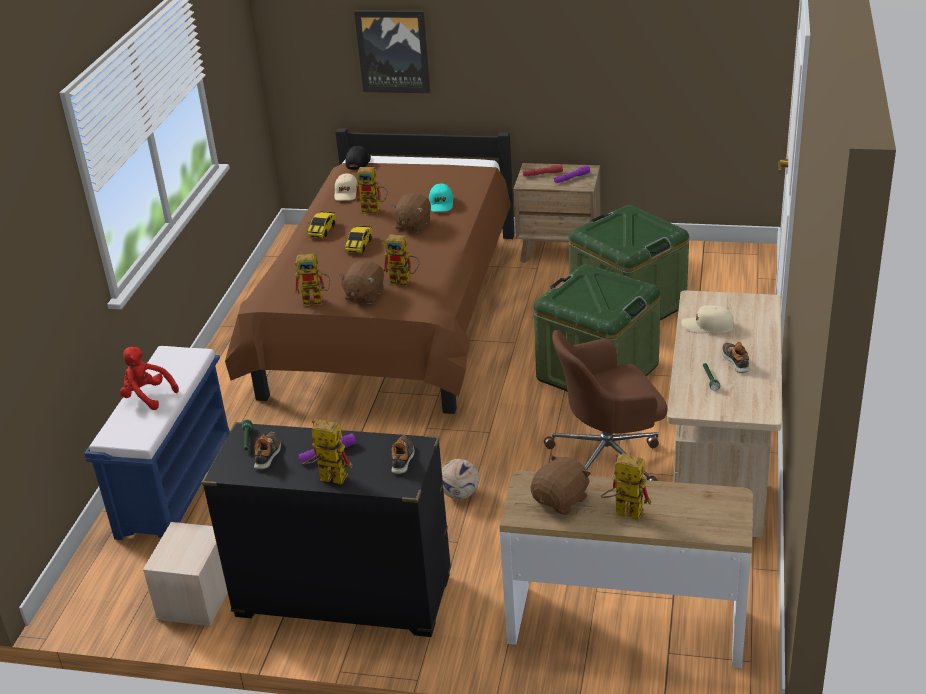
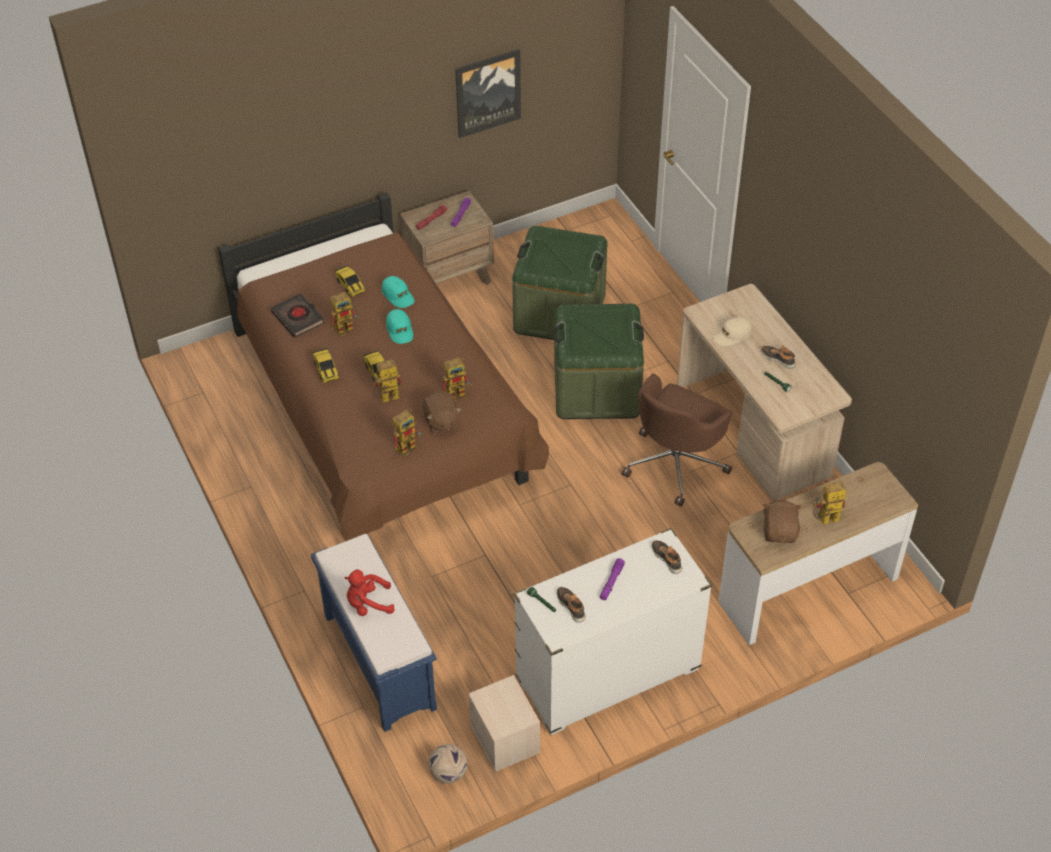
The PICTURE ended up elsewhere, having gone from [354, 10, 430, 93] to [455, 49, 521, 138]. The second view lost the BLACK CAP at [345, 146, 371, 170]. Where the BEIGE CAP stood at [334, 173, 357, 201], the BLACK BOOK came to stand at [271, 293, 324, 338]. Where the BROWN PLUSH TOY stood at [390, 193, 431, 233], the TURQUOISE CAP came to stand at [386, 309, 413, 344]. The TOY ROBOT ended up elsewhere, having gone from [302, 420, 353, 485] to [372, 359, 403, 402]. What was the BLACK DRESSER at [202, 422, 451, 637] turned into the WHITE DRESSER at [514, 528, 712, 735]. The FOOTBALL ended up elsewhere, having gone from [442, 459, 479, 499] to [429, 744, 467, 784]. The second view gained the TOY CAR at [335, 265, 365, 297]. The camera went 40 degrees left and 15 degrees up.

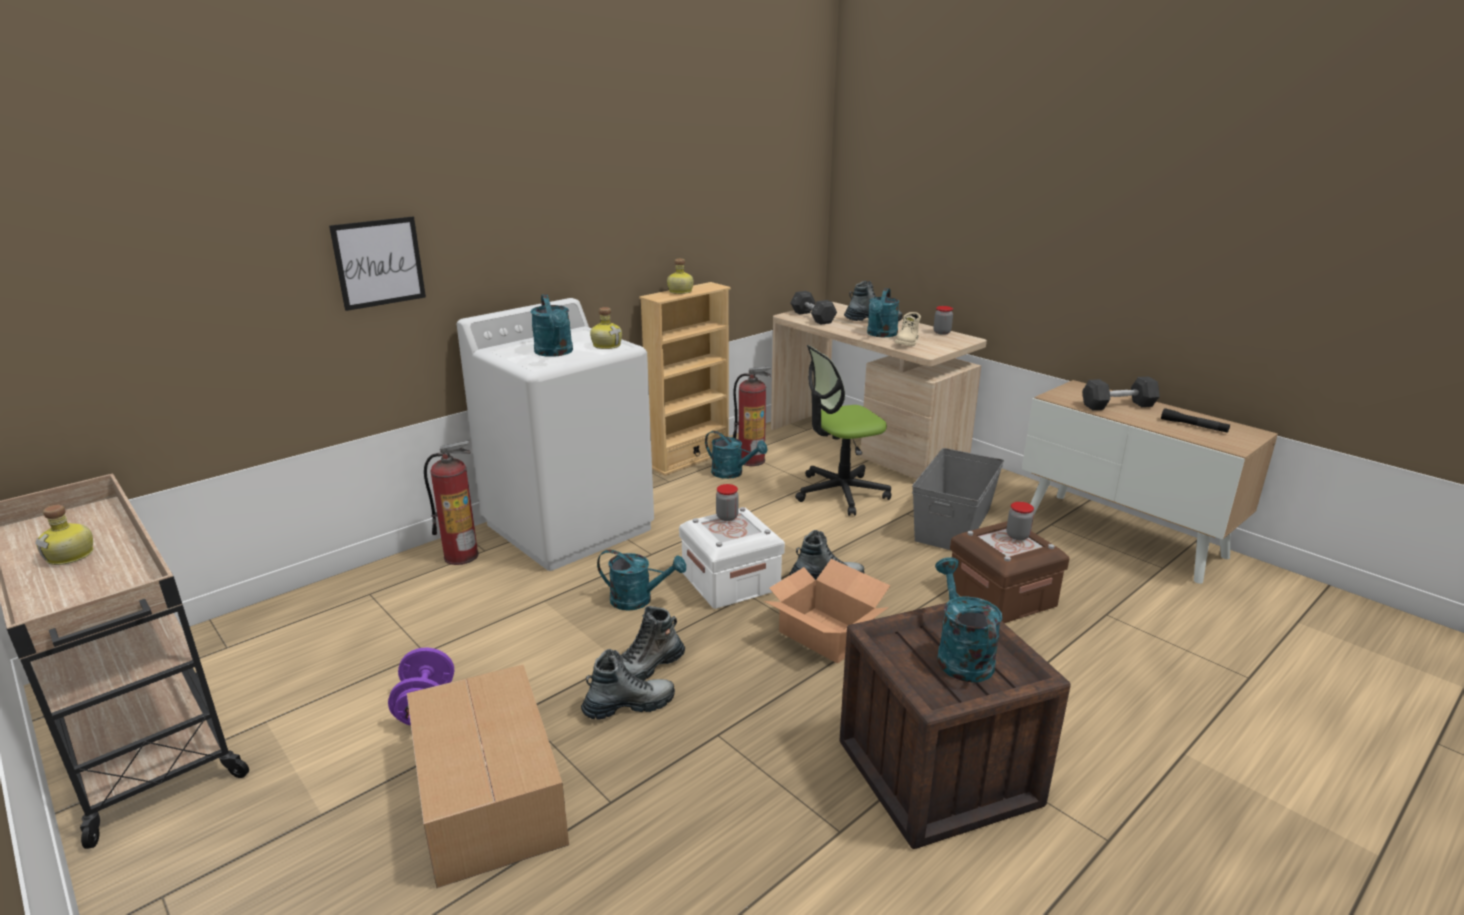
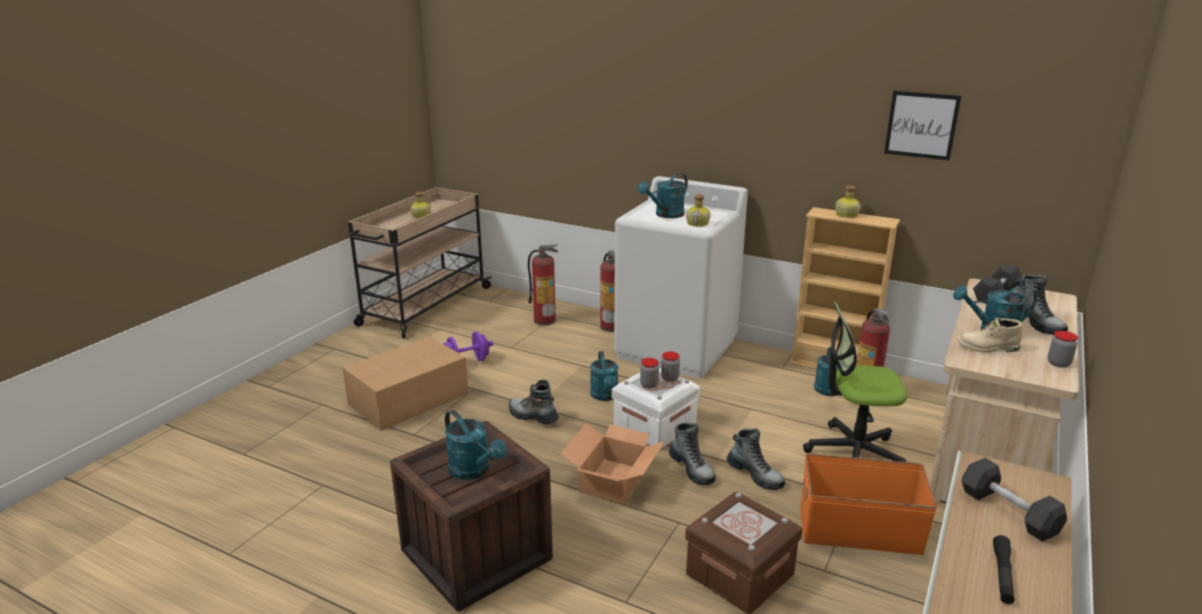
The PICTURE ended up elsewhere, having gone from [329, 216, 426, 311] to [884, 91, 961, 160]. The OFFICE CHAIR at [795, 345, 891, 516] ended up facing another way, 45 degrees counterclockwise from before. What was the GREY STORAGE BOX at [912, 448, 1004, 550] turned into the ORANGE STORAGE BOX at [800, 454, 937, 555]. The JAR ended up elsewhere, having gone from [1006, 502, 1034, 540] to [640, 358, 659, 388]. The TURQUOISE WATERING CAN at [935, 557, 1002, 683] ended up facing another way, 75 degrees clockwise from before. The BOOT ended up elsewhere, having gone from [581, 649, 675, 720] to [727, 428, 785, 490]. The second view gained the FIRE EXTINGUISHER at [528, 244, 558, 326]. The camera went 70 degrees right and 0 degrees up.

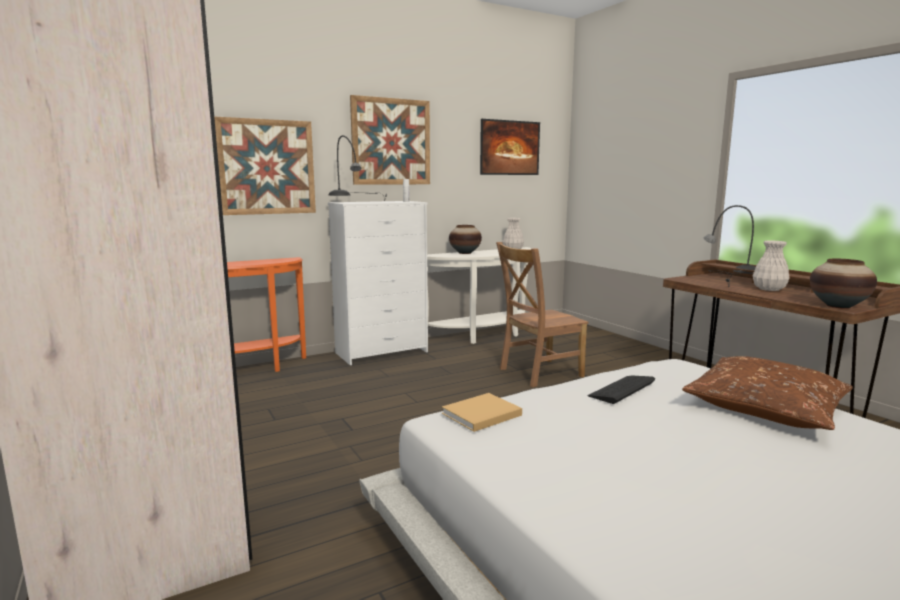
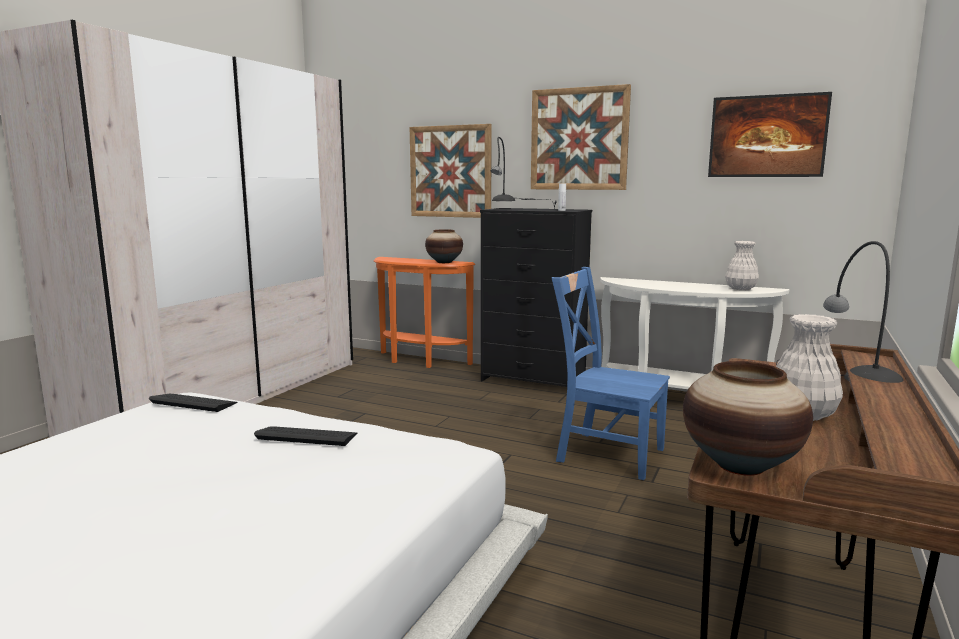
What was the WHITE DRESSER at [328, 201, 428, 365] turned into the BLACK DRESSER at [480, 208, 592, 387]. The VASE ended up elsewhere, having gone from [449, 225, 482, 254] to [425, 229, 463, 263]. What was the BROWN CHAIR at [496, 242, 588, 387] turned into the BLUE CHAIR at [552, 267, 670, 480]. The second view lost the BROWN PILLOW at [682, 356, 853, 430]. Where the BEIGE BOOK stood at [442, 393, 522, 432], the KEYBOARD came to stand at [149, 394, 237, 412]. The camera went 55 degrees right and 0 degrees up.

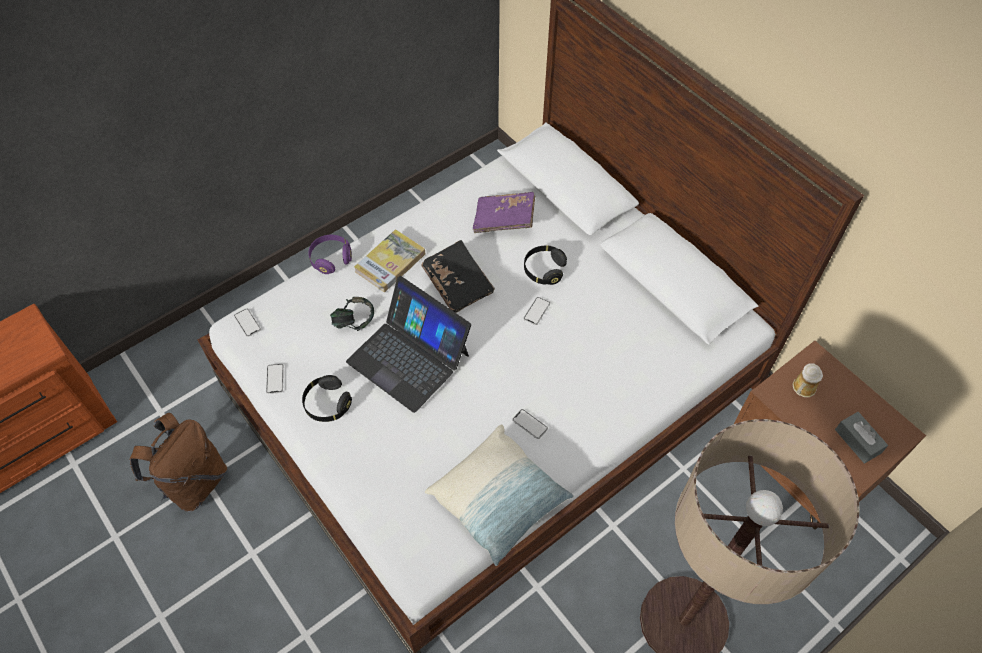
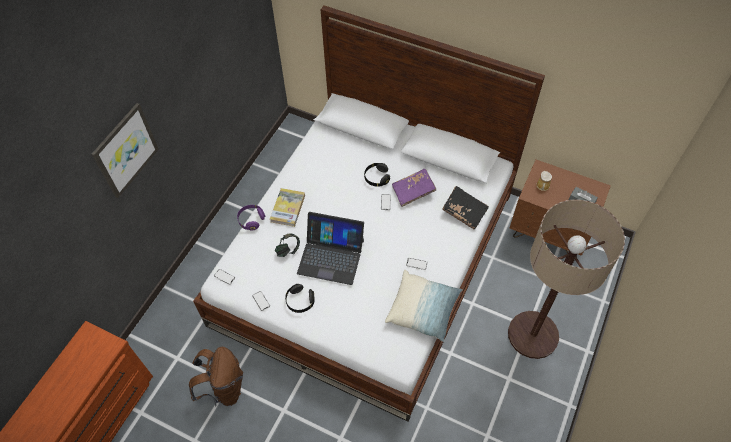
The PURPLE BOOK ended up elsewhere, having gone from [473, 192, 535, 233] to [392, 169, 436, 207]. The BLACK BOOK ended up elsewhere, having gone from [421, 240, 495, 313] to [442, 186, 489, 229]. The second view gained the PICTURE at [92, 103, 159, 198]. The camera went 25 degrees left and 0 degrees up.

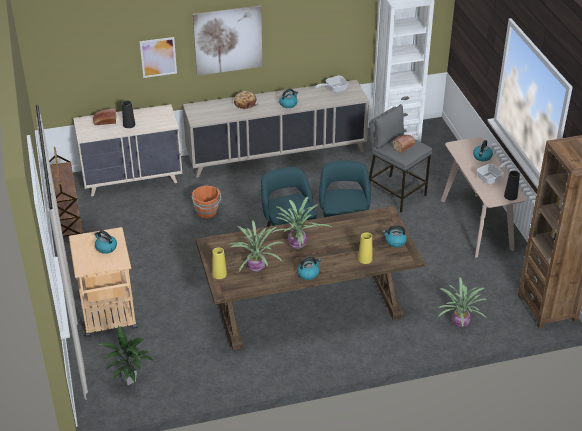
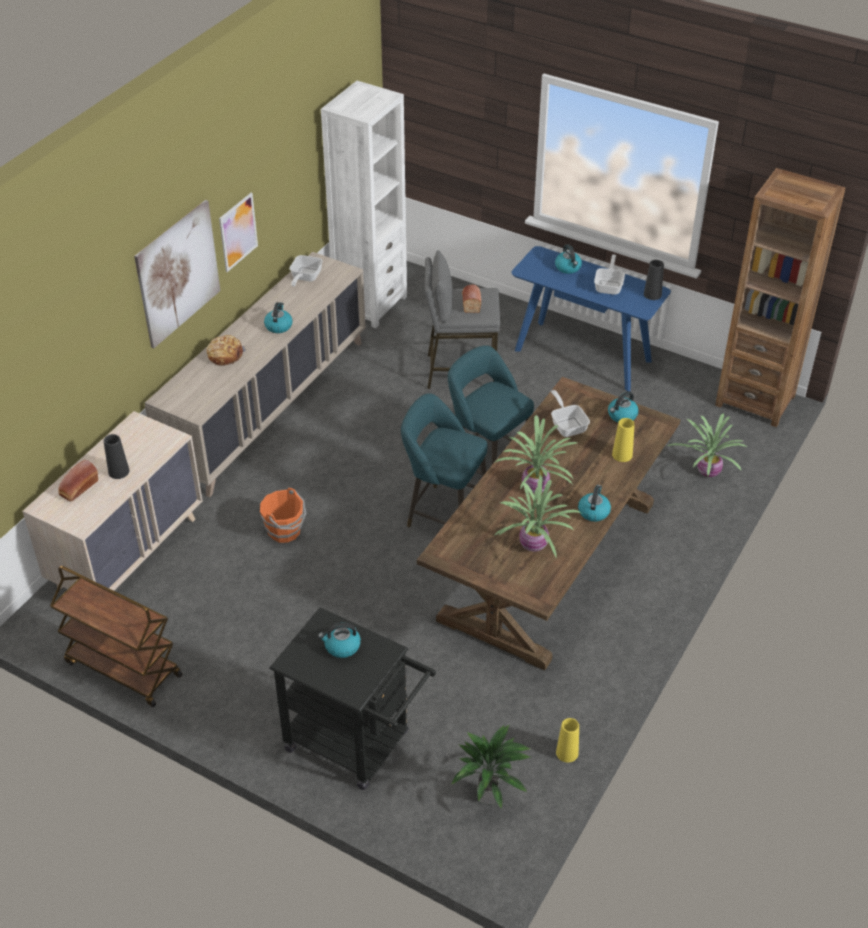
The PICTURE ended up elsewhere, having gone from [140, 37, 177, 78] to [219, 193, 258, 272]. What was the BEIGE CONSOLE TABLE at [441, 137, 526, 258] turned into the BLUE CONSOLE TABLE at [511, 246, 671, 391]. What was the BEIGE CART at [69, 227, 138, 337] turned into the BLACK CART at [269, 607, 436, 790]. The YELLOW VASE ended up elsewhere, having gone from [212, 247, 227, 279] to [556, 718, 579, 763]. The second view gained the FRYING PAN at [551, 390, 590, 437]. The camera went 45 degrees left and 5 degrees up.

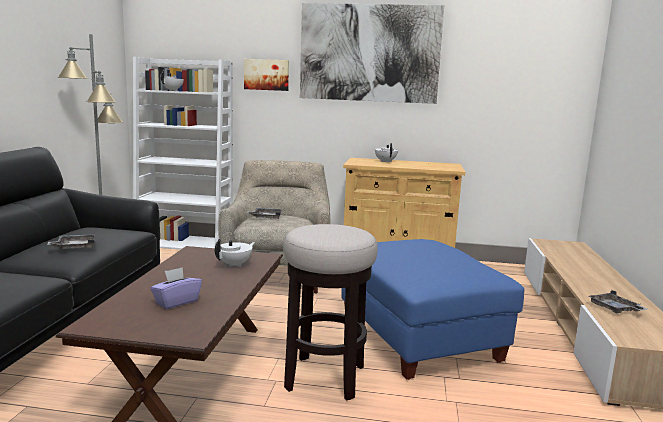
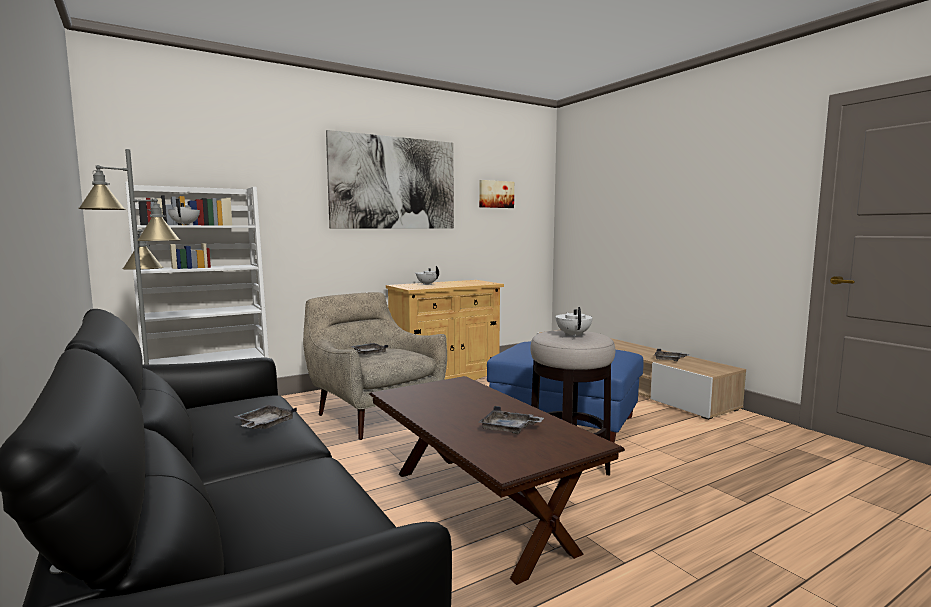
The PICTURE ended up elsewhere, having gone from [244, 59, 289, 91] to [479, 180, 514, 208]. The WHITE TEAPOT ended up elsewhere, having gone from [215, 239, 255, 267] to [556, 307, 593, 337]. Where the PURPLE TISSUE BOX stood at [151, 267, 202, 309], the GREY TRAY came to stand at [479, 406, 544, 434]. The camera went 40 degrees left and 5 degrees down.

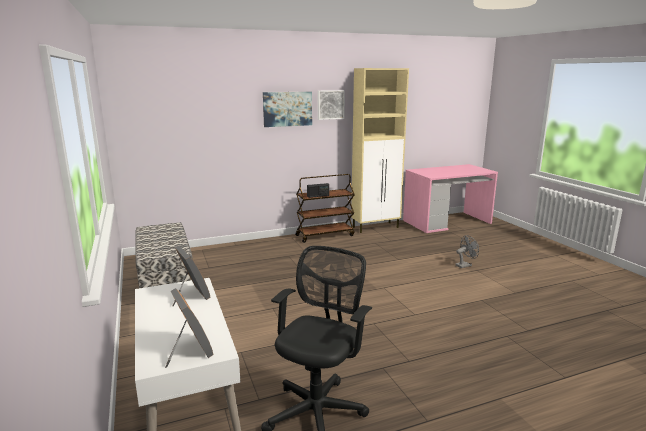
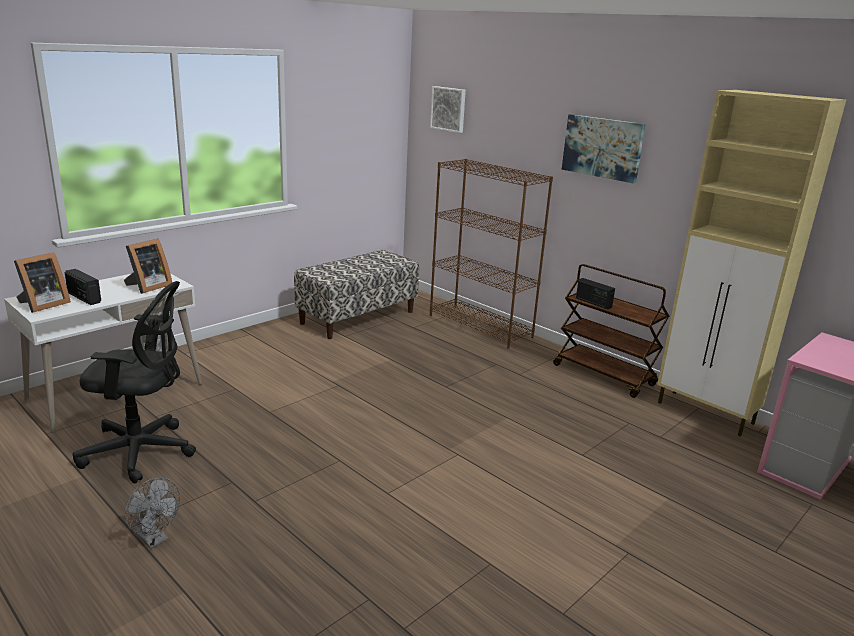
The PICTURE ended up elsewhere, having gone from [318, 90, 345, 120] to [430, 86, 466, 133]. The GREY FAN ended up elsewhere, having gone from [455, 235, 479, 268] to [125, 478, 180, 549]. The second view gained the BROWN BOOKCASE at [430, 159, 553, 349]. The second view gained the RADIO at [65, 269, 101, 305]. The camera went 65 degrees right and 5 degrees up.

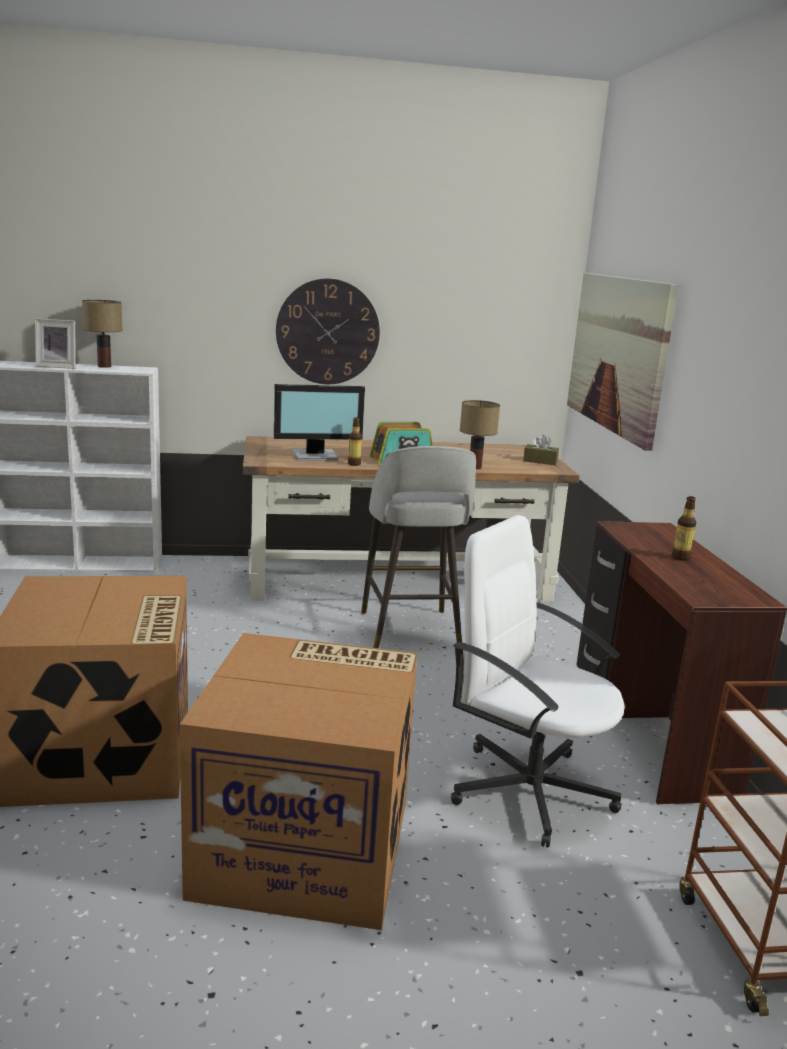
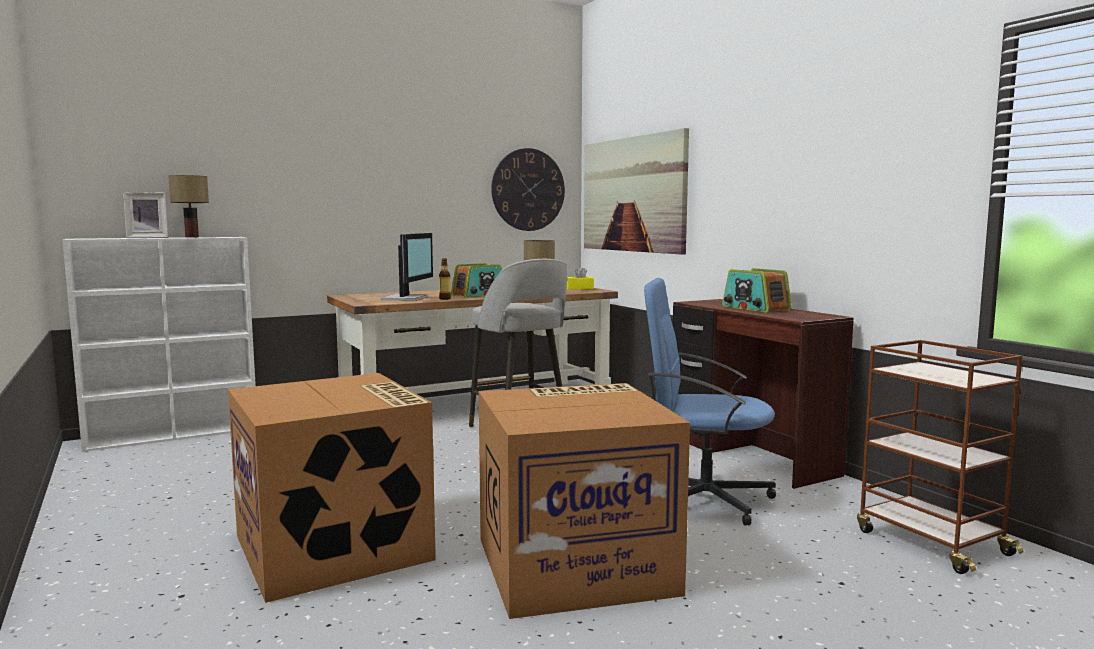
The WALL CLOCK ended up elsewhere, having gone from [276, 279, 380, 384] to [491, 148, 565, 231]. The MONITOR at [274, 384, 365, 461] ended up facing another way, 45 degrees counterclockwise from before. What was the BROWN TISSUE BOX at [523, 435, 559, 465] turned into the YELLOW TISSUE BOX at [567, 267, 594, 290]. Where the BOTTLE stood at [672, 496, 696, 561], the RADIO came to stand at [722, 268, 792, 312]. What was the WHITE OFFICE CHAIR at [451, 515, 625, 848] turned into the BLUE OFFICE CHAIR at [644, 278, 776, 526]. The camera went 20 degrees left and 10 degrees down.

